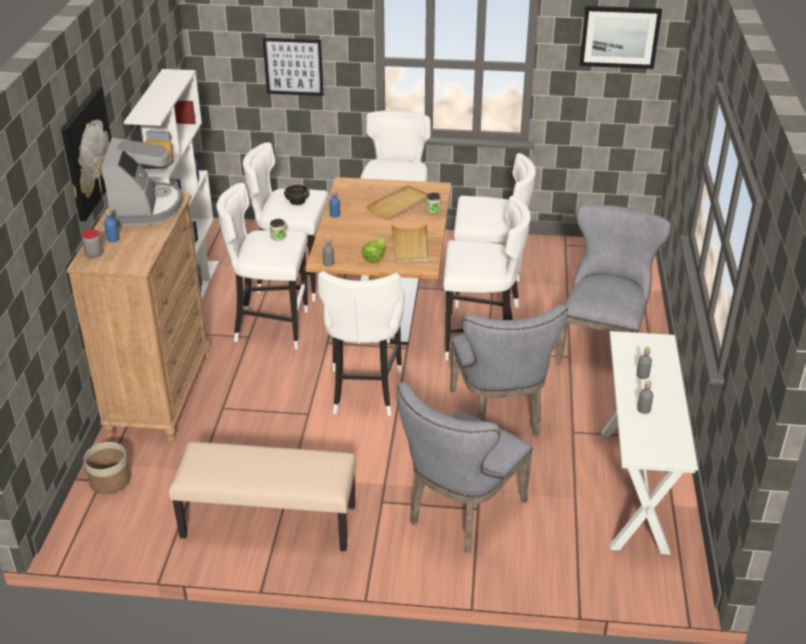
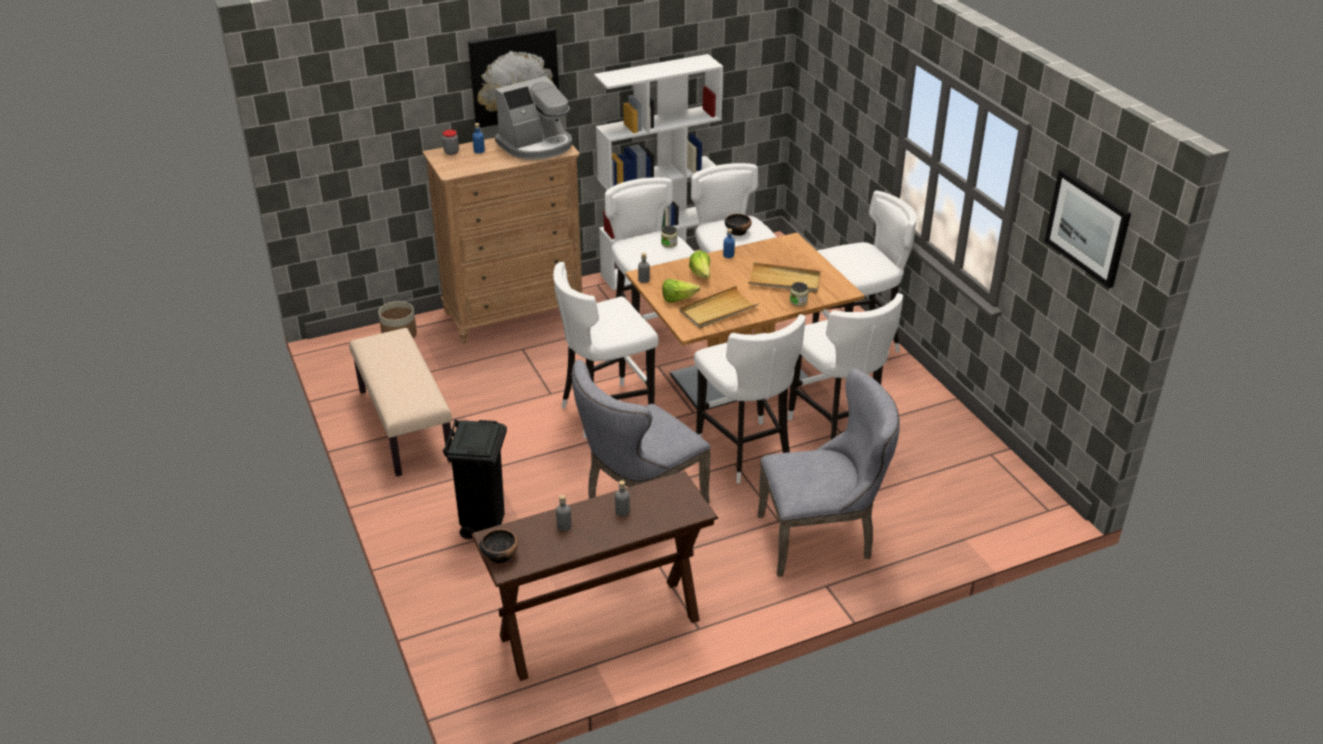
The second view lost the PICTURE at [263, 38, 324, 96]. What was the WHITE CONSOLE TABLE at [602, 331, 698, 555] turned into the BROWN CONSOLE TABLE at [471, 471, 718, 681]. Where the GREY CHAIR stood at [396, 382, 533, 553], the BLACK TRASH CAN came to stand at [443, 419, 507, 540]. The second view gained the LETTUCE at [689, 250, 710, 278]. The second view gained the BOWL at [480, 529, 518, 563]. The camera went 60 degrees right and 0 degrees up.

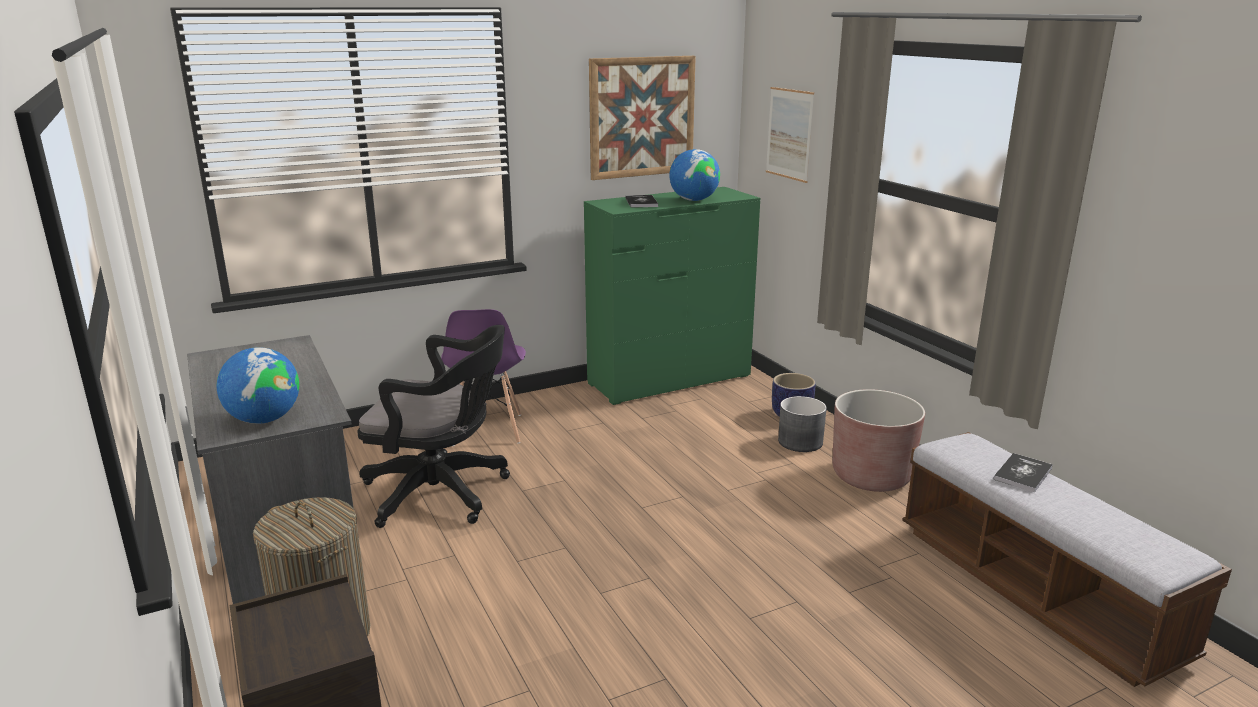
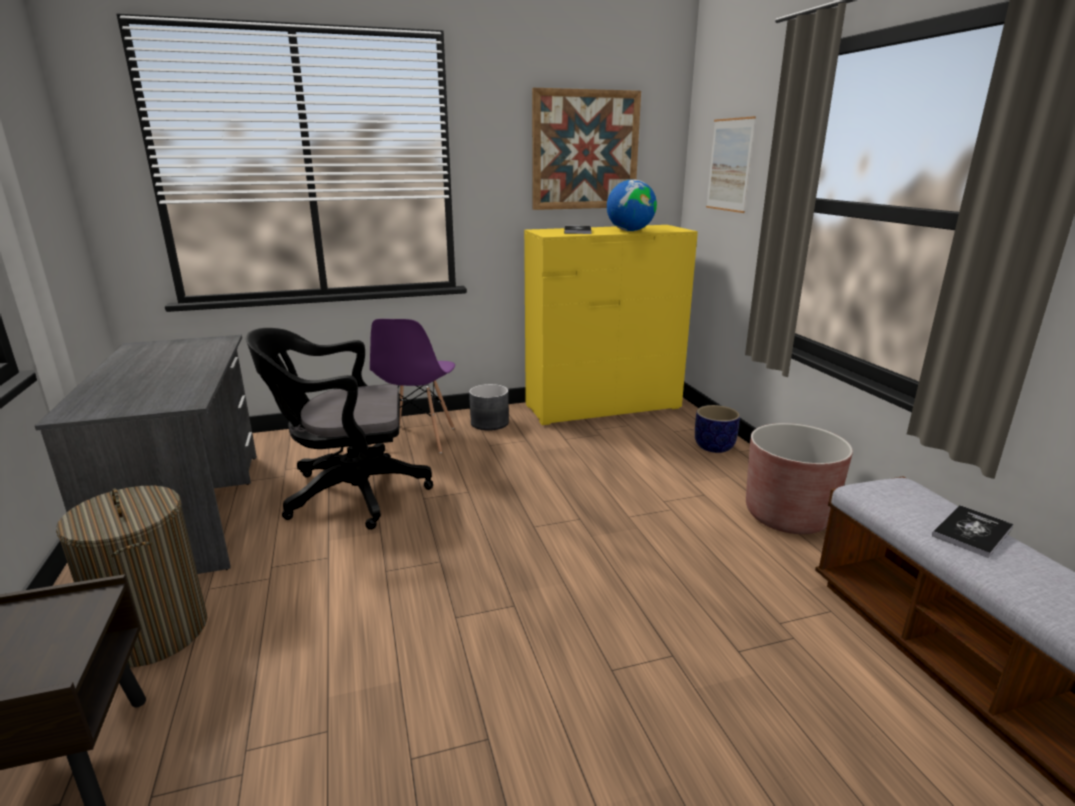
What was the GREEN DRESSER at [584, 187, 760, 405] turned into the YELLOW DRESSER at [524, 225, 698, 425]. The BLACK OFFICE CHAIR at [358, 325, 510, 528] ended up facing another way, 150 degrees clockwise from before. The second view lost the GLOBE at [217, 347, 299, 424]. The GREY PLANTER ended up elsewhere, having gone from [778, 396, 827, 452] to [469, 384, 509, 431]. The camera went 10 degrees right and 0 degrees up.

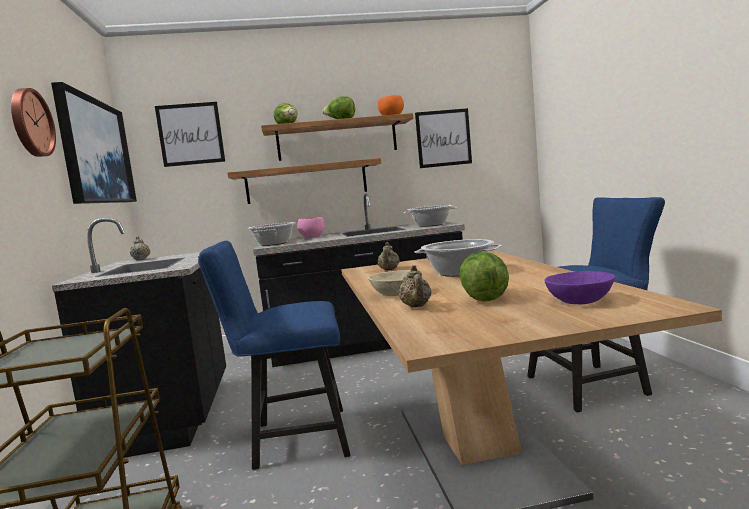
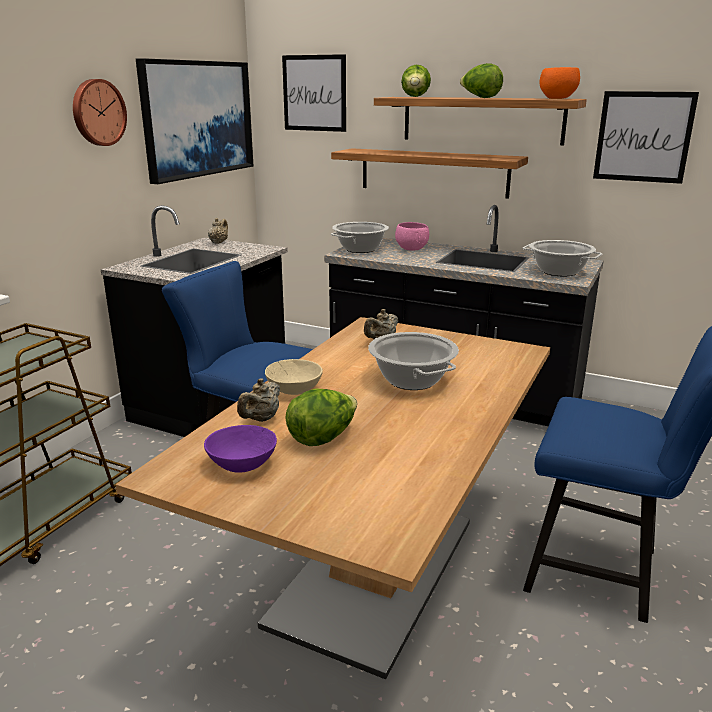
The PURPLE BOWL ended up elsewhere, having gone from [544, 271, 615, 304] to [204, 425, 277, 473]. The camera went 35 degrees right and 15 degrees up.

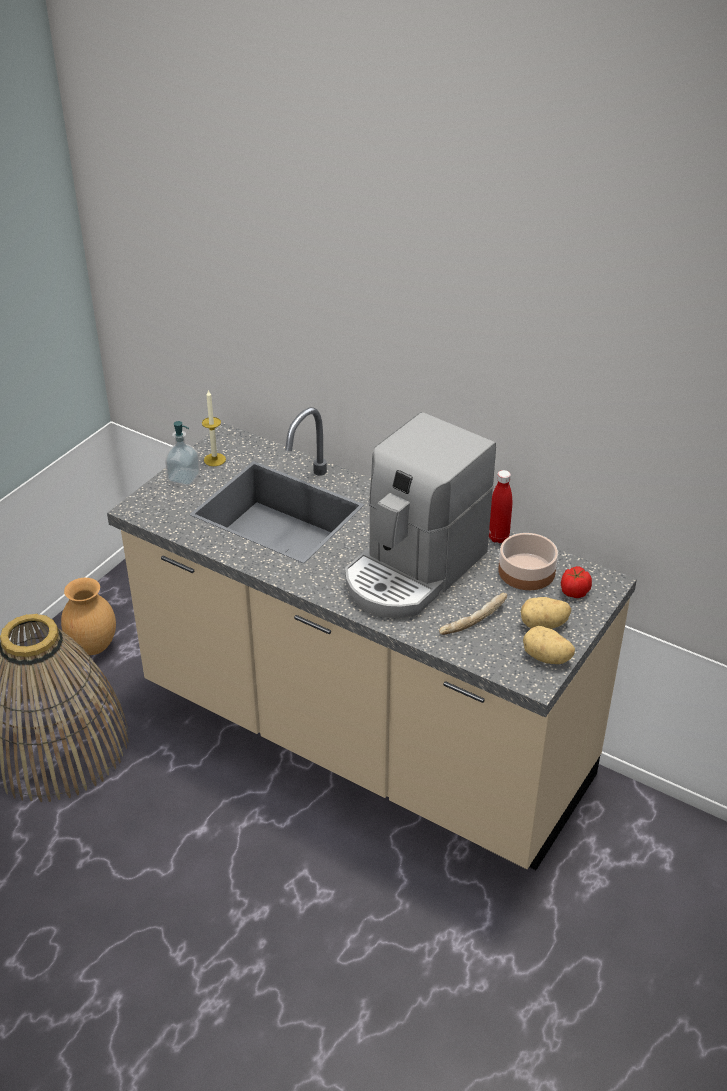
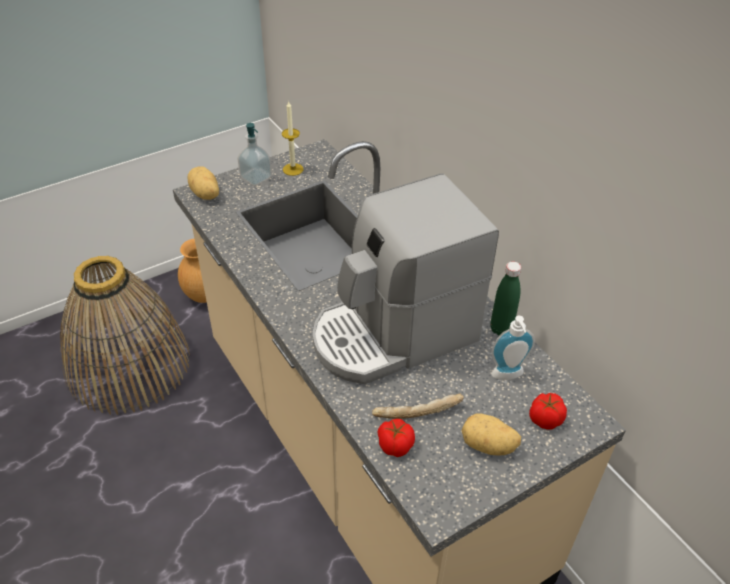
What was the RED BOTTLE at [489, 470, 512, 543] turned into the GREEN BOTTLE at [490, 262, 521, 336]. Where the BOWL stood at [498, 533, 558, 590], the SOAP DISPENSER came to stand at [491, 316, 535, 380]. The POTATO ended up elsewhere, having gone from [523, 626, 575, 664] to [187, 166, 219, 200]. The second view gained the TOMATO at [378, 419, 415, 457]. The camera went 25 degrees right and 5 degrees up.

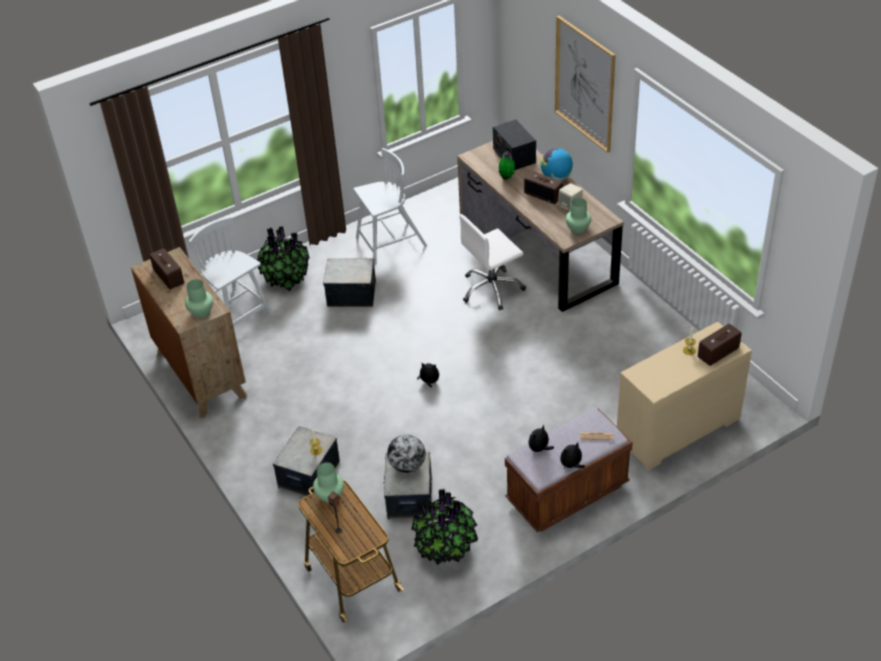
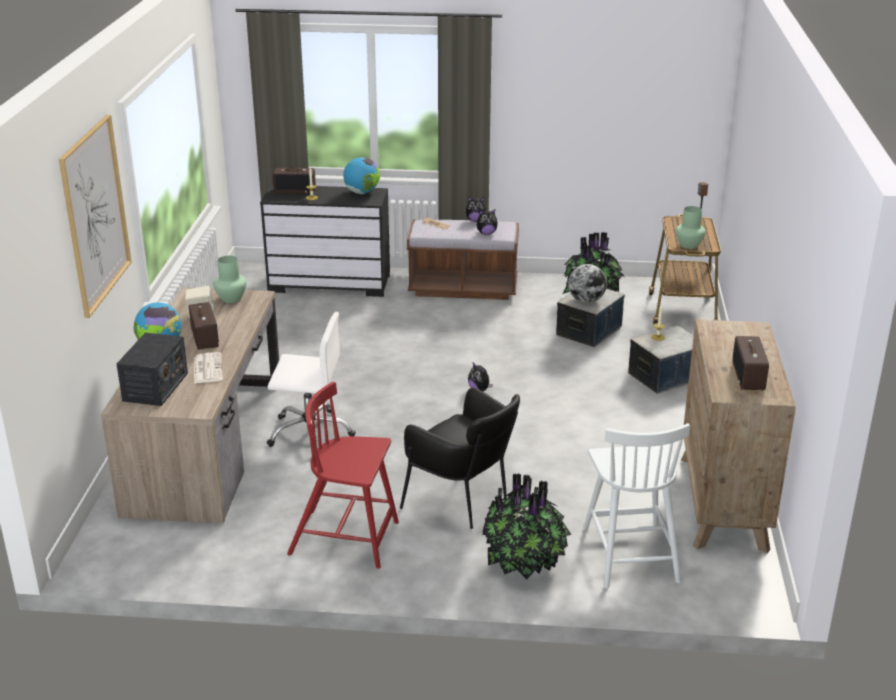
What was the WHITE CHAIR at [353, 148, 427, 265] turned into the RED CHAIR at [287, 382, 399, 569]. Where the POTTED PLANT stood at [499, 151, 515, 180], the NEWSPAPER came to stand at [194, 352, 223, 384]. Where the STORAGE BOX stood at [323, 258, 376, 307], the BLACK ARMCHAIR came to stand at [400, 388, 520, 529]. The second view lost the GREEN VASE at [185, 279, 213, 318]. What was the BEIGE DRESSER at [617, 322, 752, 472] turned into the BLACK DRESSER at [260, 185, 390, 297]. The second view gained the GLOBE at [343, 157, 380, 194]. The camera went 145 degrees left and 15 degrees down.

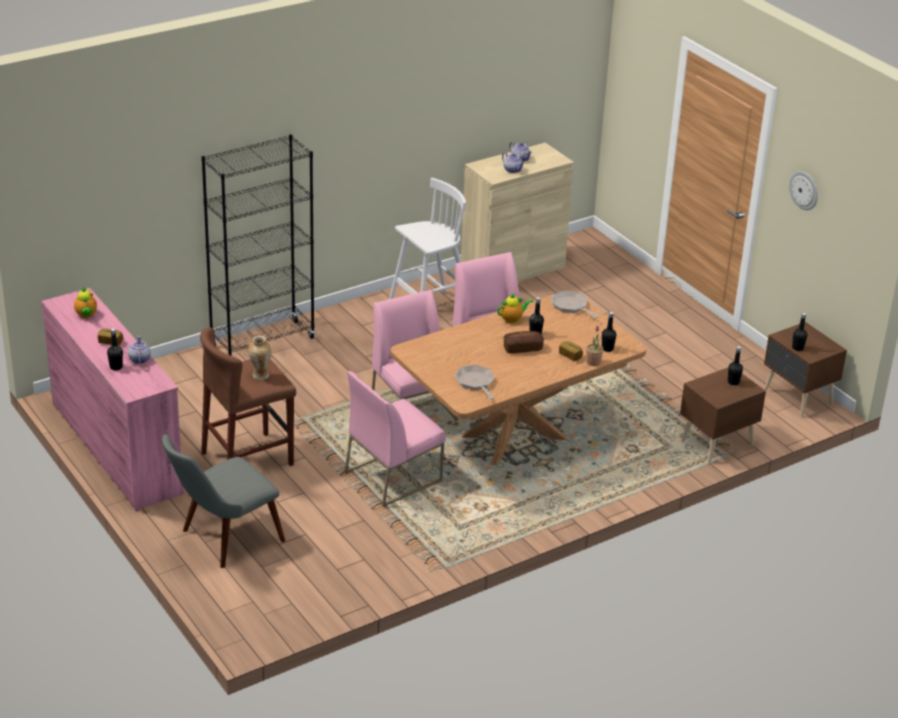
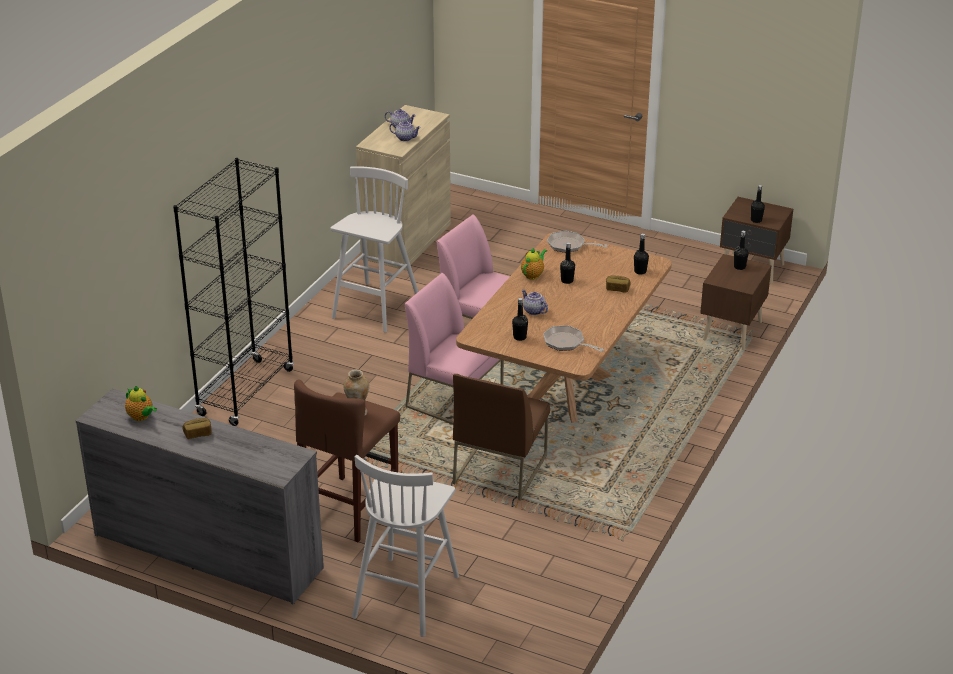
The second view lost the WALL CLOCK at [789, 171, 818, 210]. What was the PINK DRESSER at [41, 288, 184, 511] turned into the GREY DRESSER at [76, 389, 324, 604]. The second view lost the POTTED PLANT at [586, 326, 603, 366]. The BLACK BOTTLE ended up elsewhere, having gone from [107, 328, 123, 370] to [512, 298, 528, 341]. The second view lost the BREAD at [504, 331, 544, 354]. The TEAPOT ended up elsewhere, having gone from [128, 336, 151, 364] to [522, 290, 548, 315]. What was the PINK CHAIR at [345, 371, 446, 507] turned into the BROWN CHAIR at [453, 374, 550, 501]. Where the GREY CHAIR stood at [162, 434, 285, 568], the WHITE STOOL came to stand at [352, 455, 459, 637]. The camera went 30 degrees left and 0 degrees up.

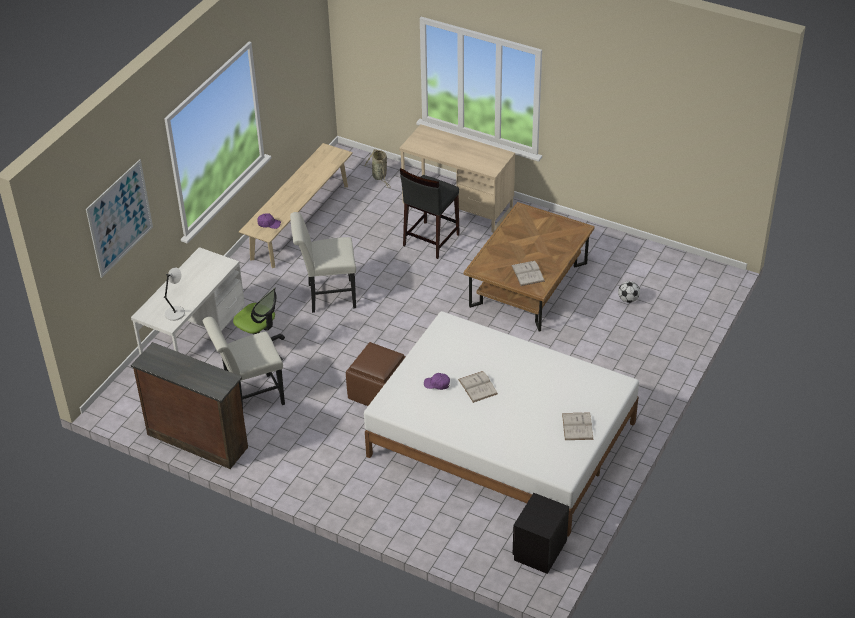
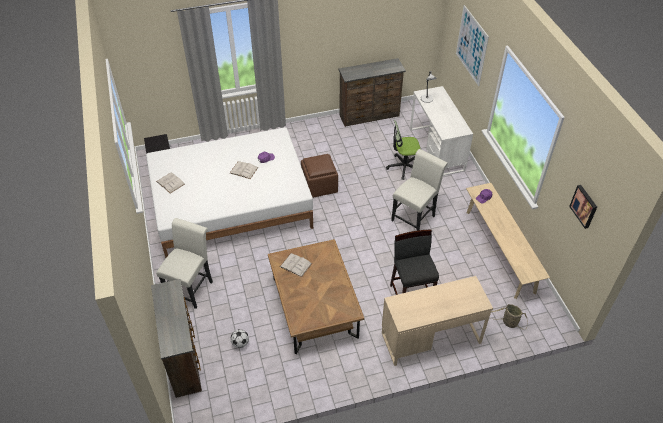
The WHITE CHAIR ended up elsewhere, having gone from [203, 317, 285, 408] to [156, 218, 213, 309]. The second view gained the PICTURE at [569, 185, 597, 229]. The second view gained the BROWN DRESSER at [151, 279, 202, 398]. The camera went 135 degrees right and 5 degrees up.

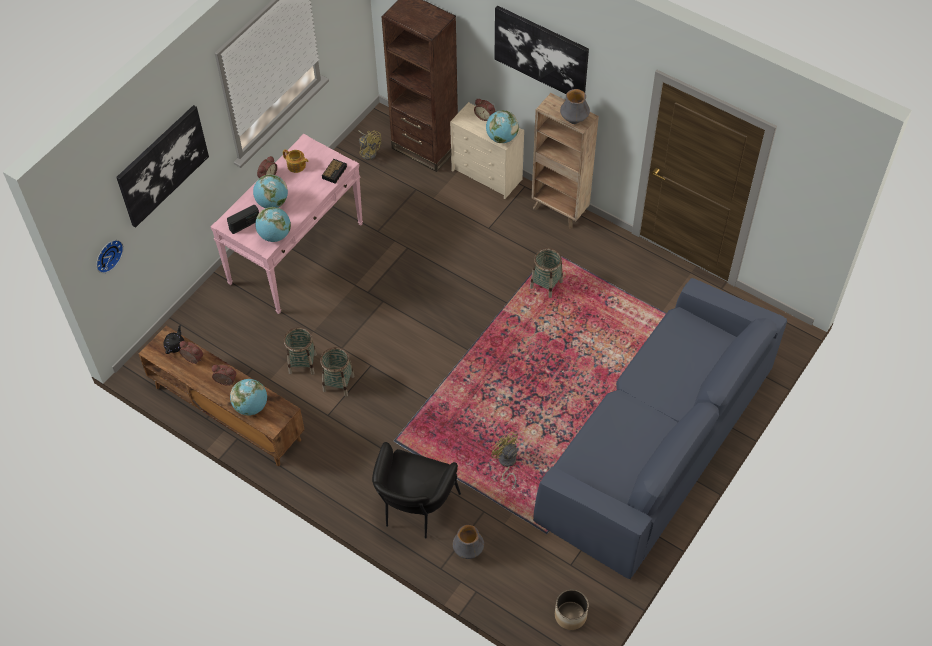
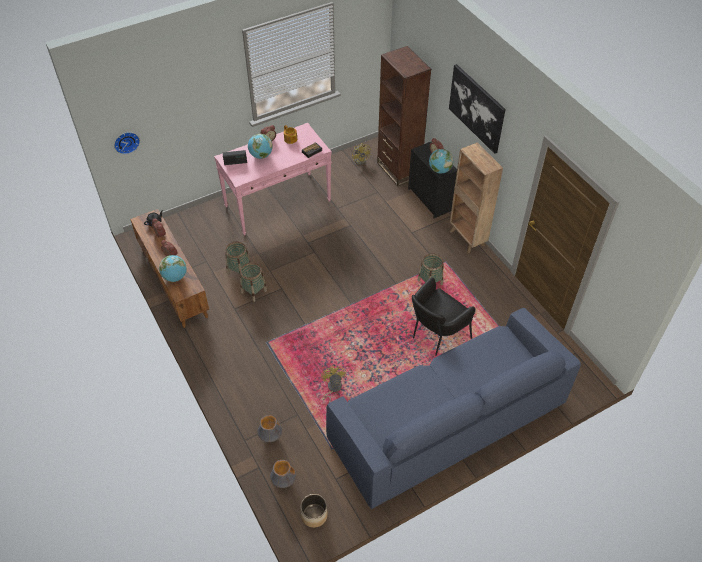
The VASE ended up elsewhere, having gone from [560, 89, 590, 124] to [270, 460, 296, 488]. What was the BEIGE DRESSER at [450, 102, 524, 199] turned into the BLACK DRESSER at [408, 142, 457, 218]. The second view lost the PICTURE at [116, 105, 209, 228]. The second view lost the GLOBE at [255, 207, 291, 242]. The BLACK ARMCHAIR ended up elsewhere, having gone from [372, 442, 461, 538] to [412, 277, 475, 356]. The camera went 25 degrees right and 5 degrees down.

